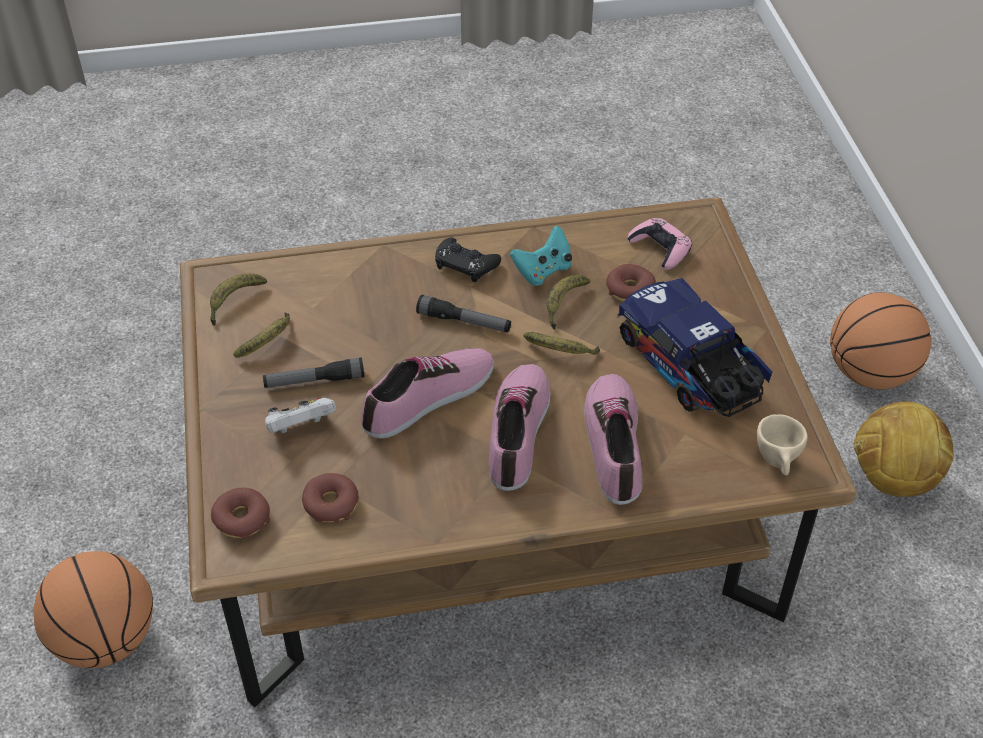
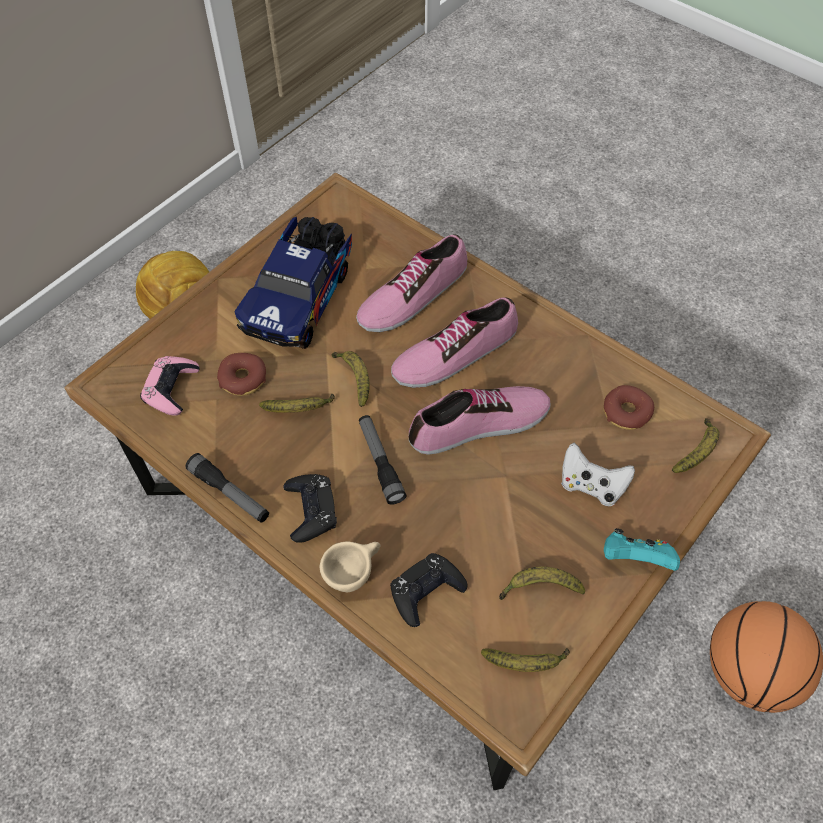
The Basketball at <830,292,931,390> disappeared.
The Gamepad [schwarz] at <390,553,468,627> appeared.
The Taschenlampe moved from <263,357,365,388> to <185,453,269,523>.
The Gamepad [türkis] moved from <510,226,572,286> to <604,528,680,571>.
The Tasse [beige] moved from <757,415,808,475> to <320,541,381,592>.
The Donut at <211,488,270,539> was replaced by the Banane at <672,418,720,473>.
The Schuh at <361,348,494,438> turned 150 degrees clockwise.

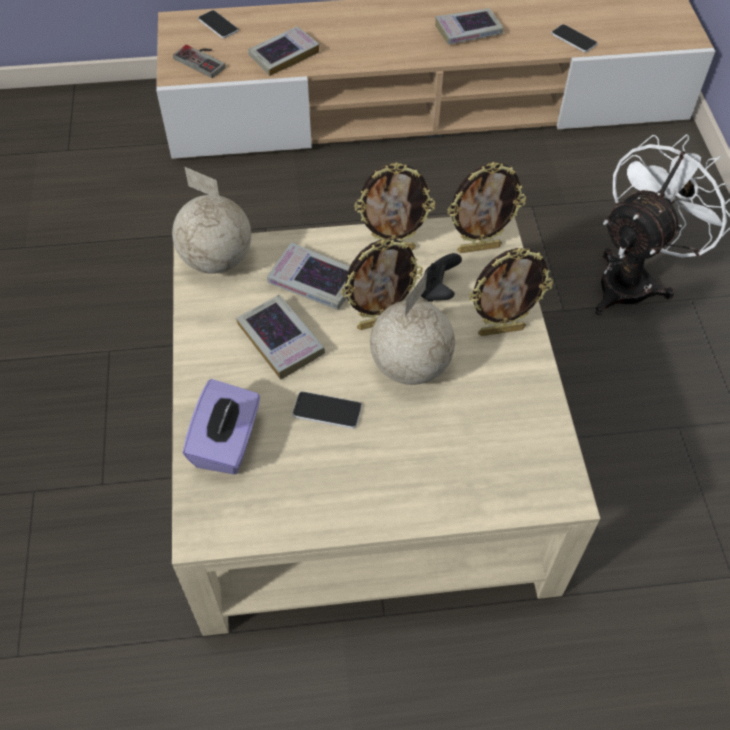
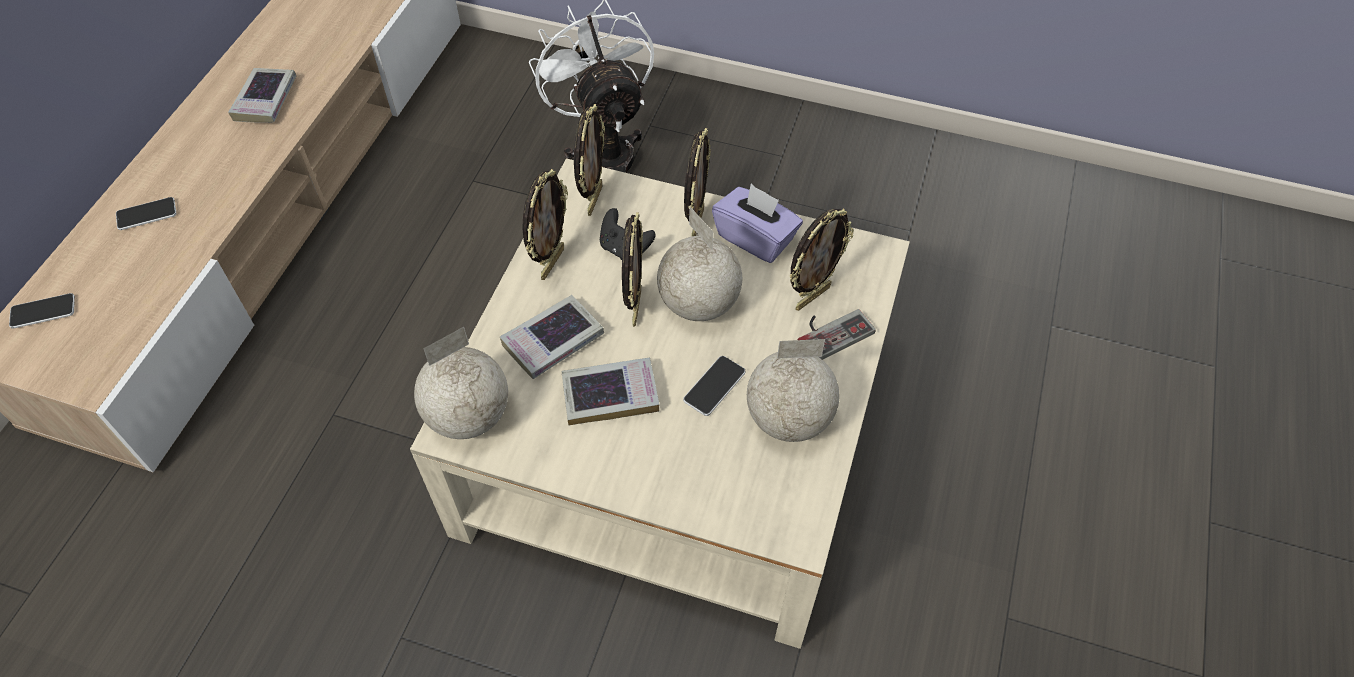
The Buch at <248,27,319,76> disappeared.
The Globus at <747,339,839,442> appeared.
The Bilderrahmen at <789,209,854,311> appeared.
The Gamepad moved from <173,45,226,78> to <798,309,876,360>.
The Taschentuchbox [lila] moved from <183,379,260,474> to <712,184,803,263>.
The Handy moved from <551,24,597,53> to <116,197,176,230>.

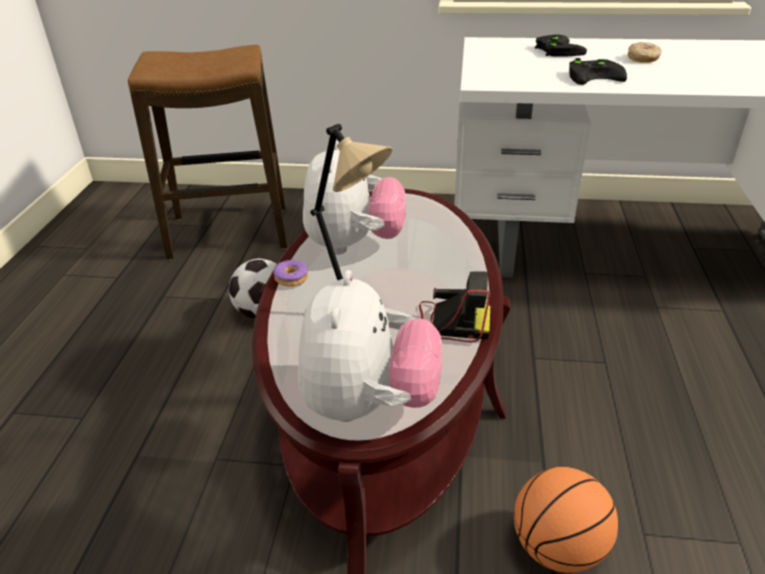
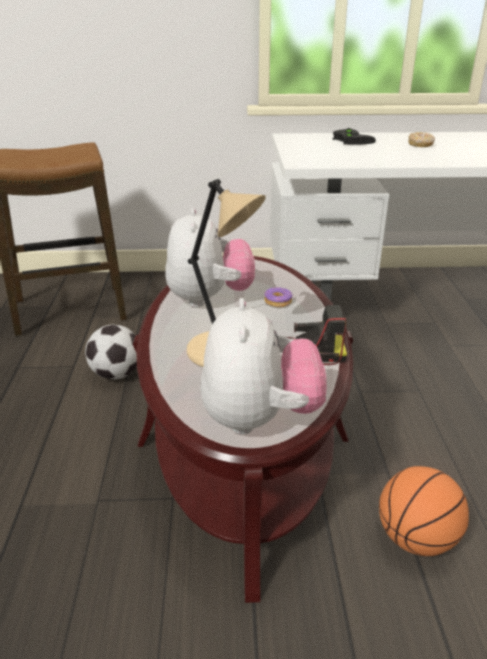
The Gamepad [schwarz] at <569,58,627,85> disappeared.
The Donut moved from <273,260,308,287> to <264,287,293,307>.

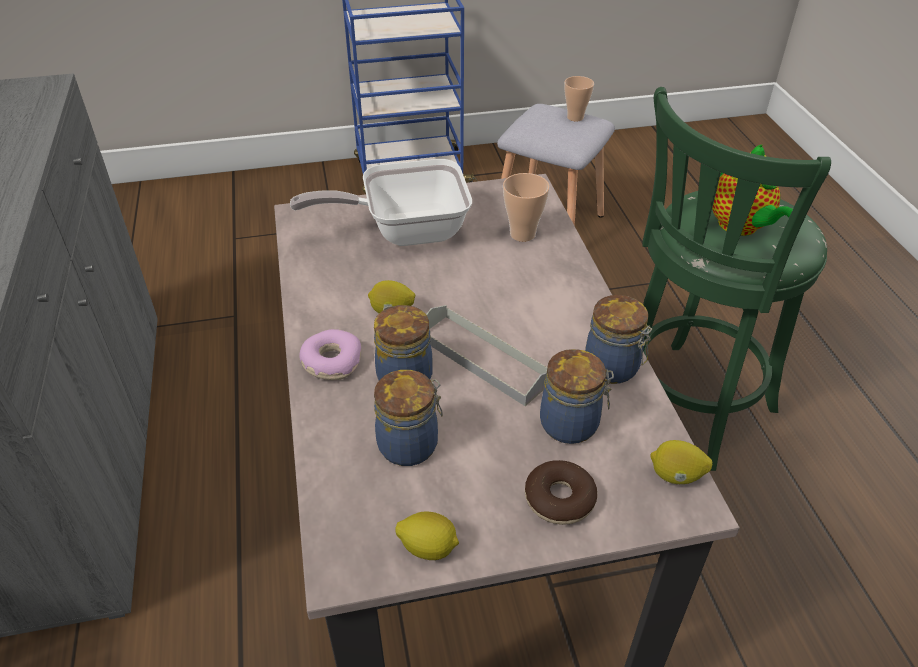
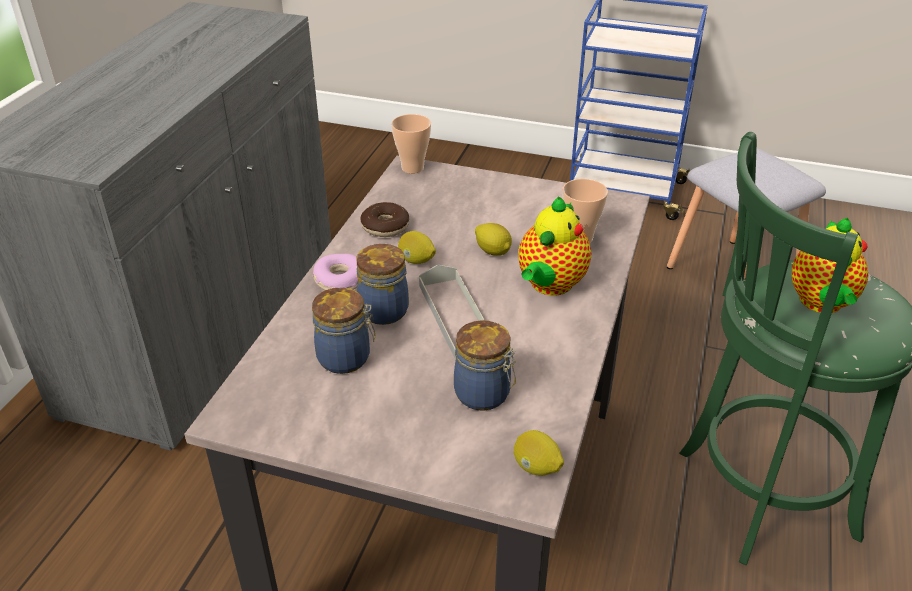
The Pfanne at <290,159,472,246> disappeared.
The Vorratsglas at <585,295,652,384> disappeared.
The Teekanne at <518,196,591,295> appeared.
The Zitrone moved from <396,512,459,560> to <475,223,512,256>.
The Donut moved from <525,460,597,525> to <360,202,409,237>.
The Tasse moved from <564,76,594,121> to <391,114,431,174>.

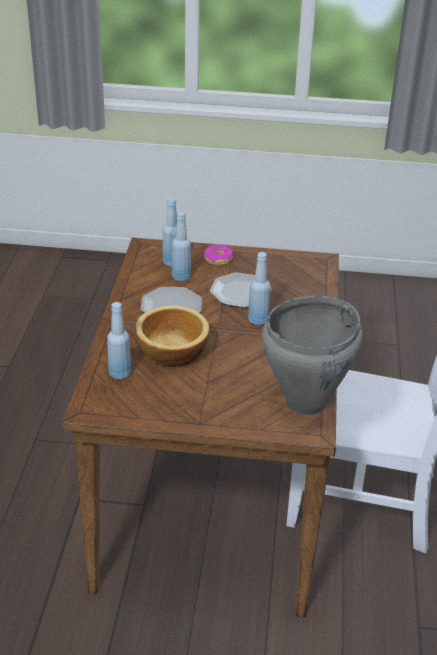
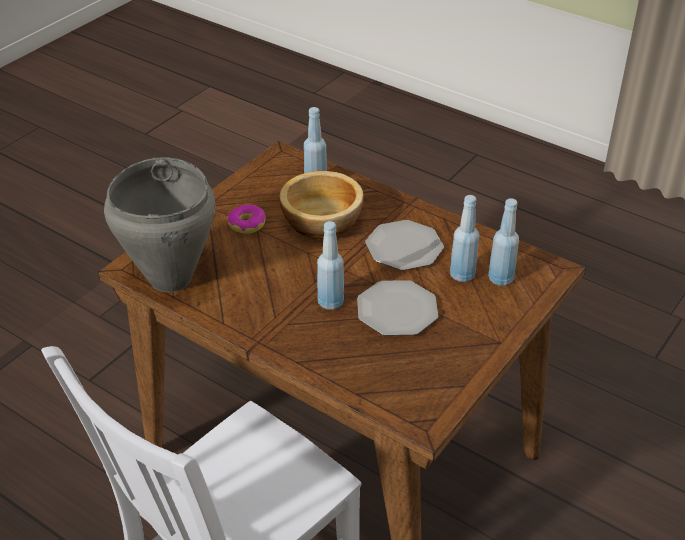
The Donut moved from <204,245,233,265> to <228,205,265,234>.

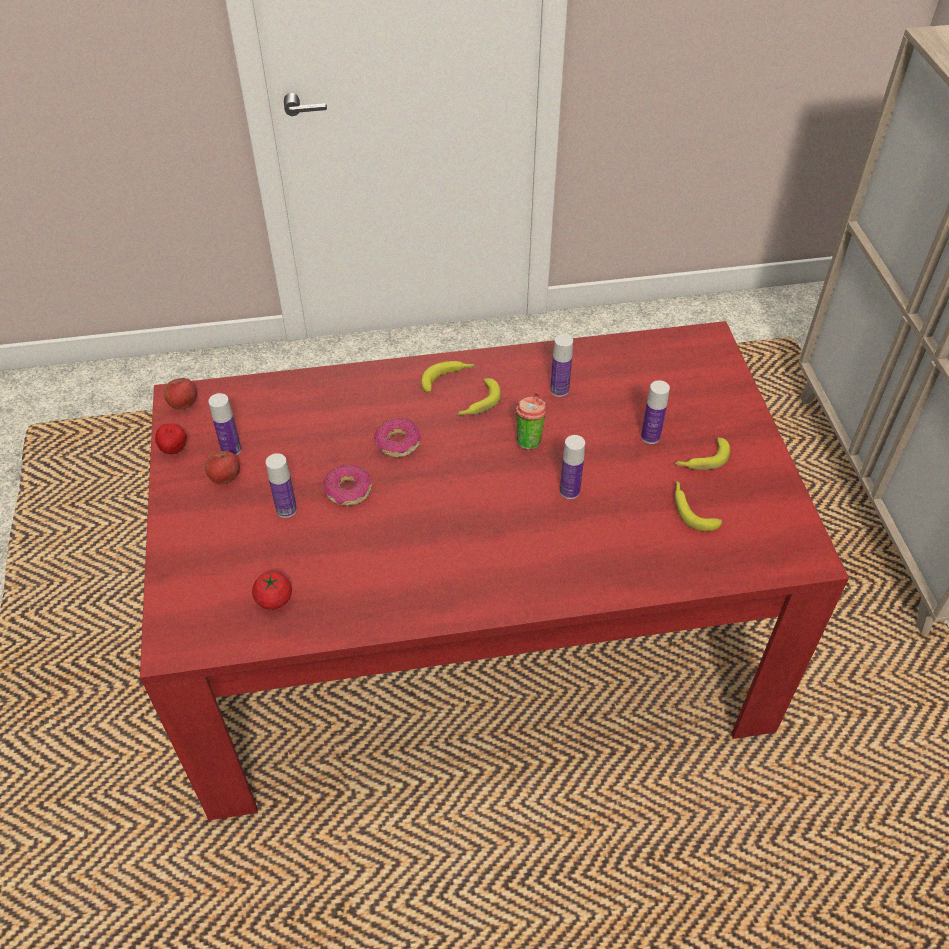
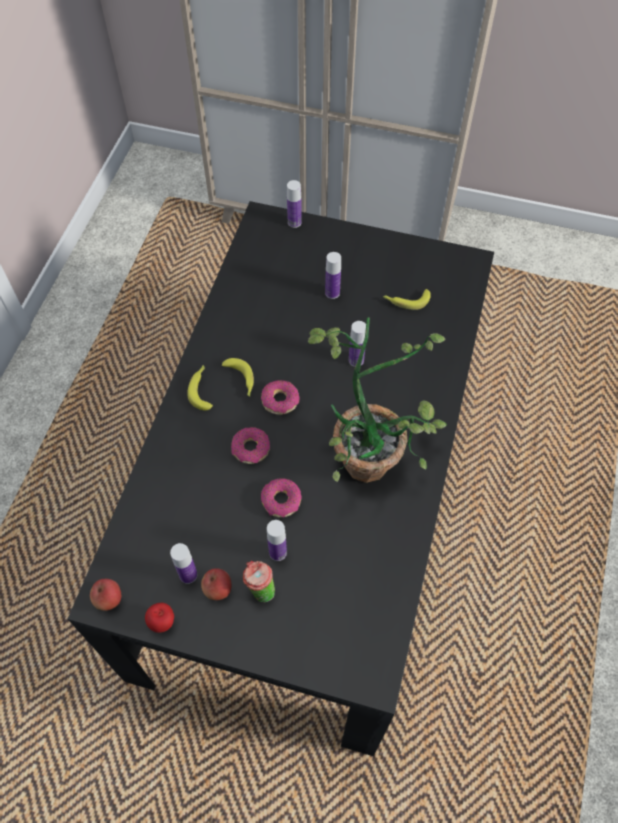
The Tomate at <252,571,292,610> disappeared.
The Banane at <675,437,730,470> disappeared.
The Donut at <261,380,300,415> appeared.
The Topfpflanze at <308,318,447,483> appeared.
The Tasse moved from <515,392,547,450> to <243,561,275,602>.
The Flasche moved from <550,334,573,397> to <287,180,302,228>.
The Esstisch [rot] at <140,321,849,820> became the Esstisch [schwarz] at <68,201,494,756>.

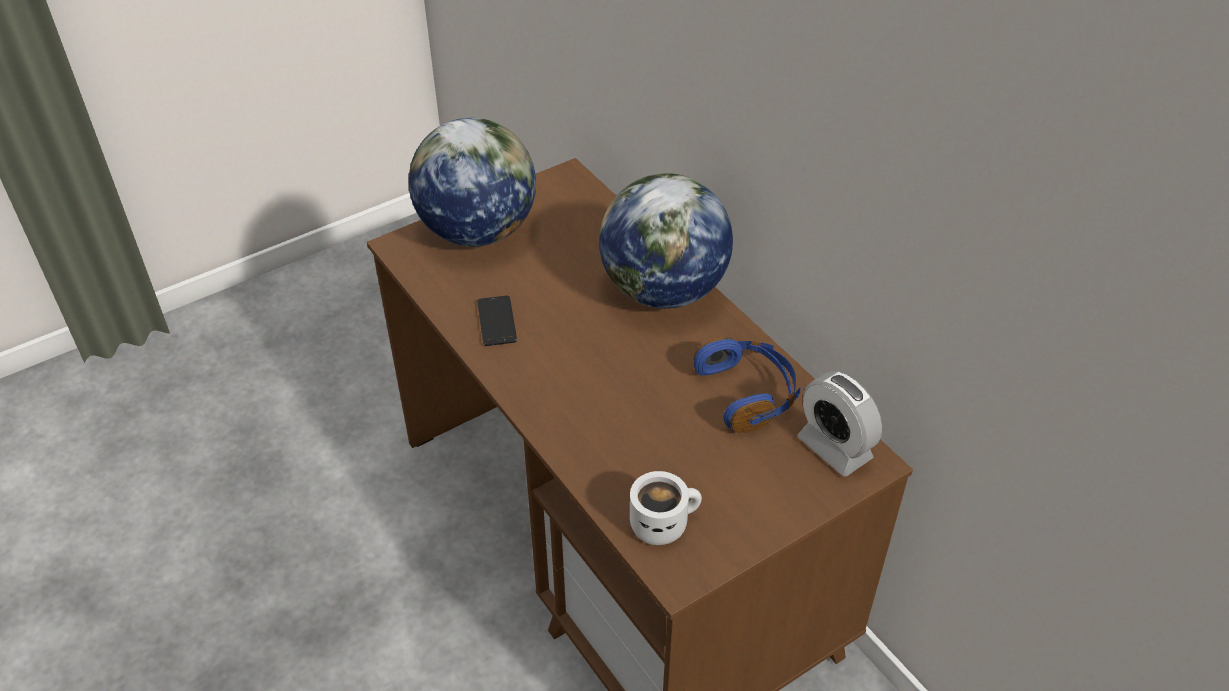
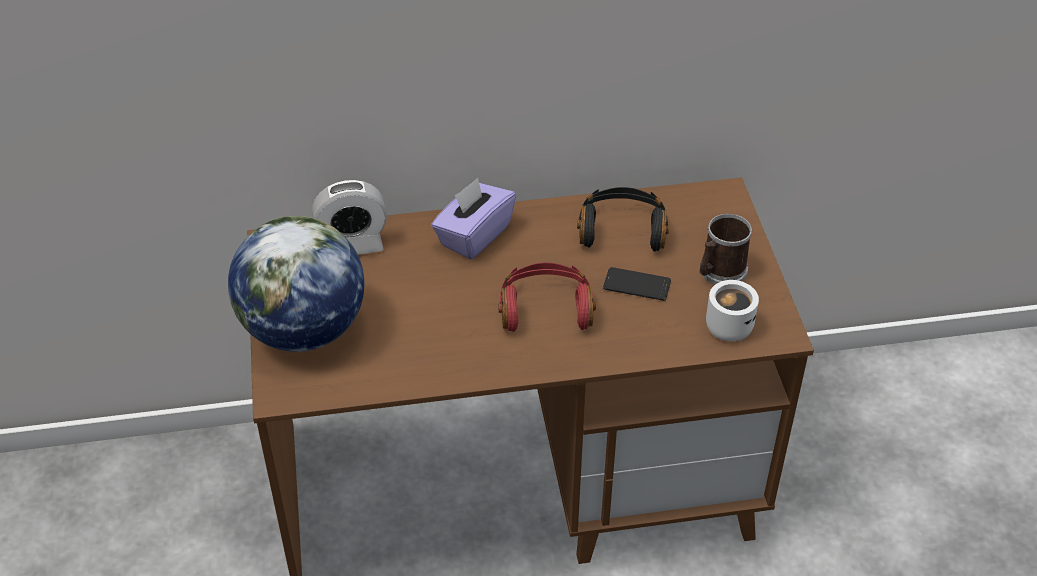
The Kopfhörer [rot] at <499,263,596,332> appeared.
The Henkelbecher at <700,214,752,285> appeared.
The Handy moved from <478,295,517,346> to <603,267,671,301>.
The Wecker moved from <798,371,882,476> to <312,180,387,255>.
The Globus at <599,173,733,309> was replaced by the Taschentuchbox [lila] at <431,178,516,260>.
The Kopfhörer [blau] at <694,337,801,433> became the Kopfhörer [schwarz] at <577,187,669,252>.

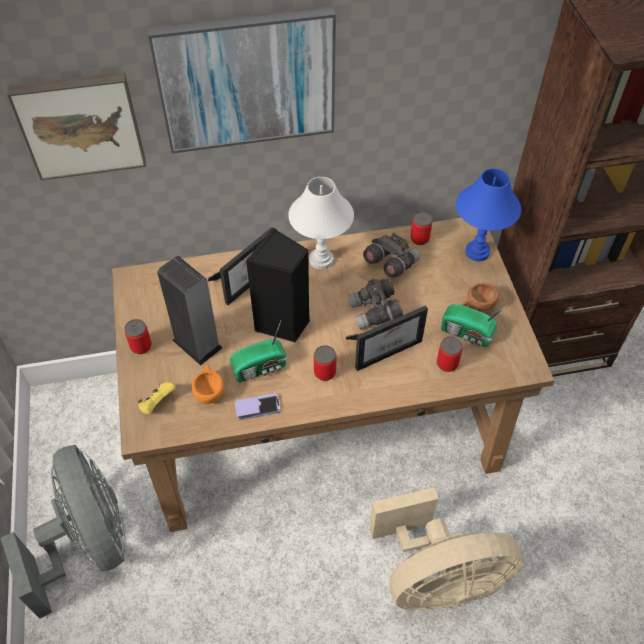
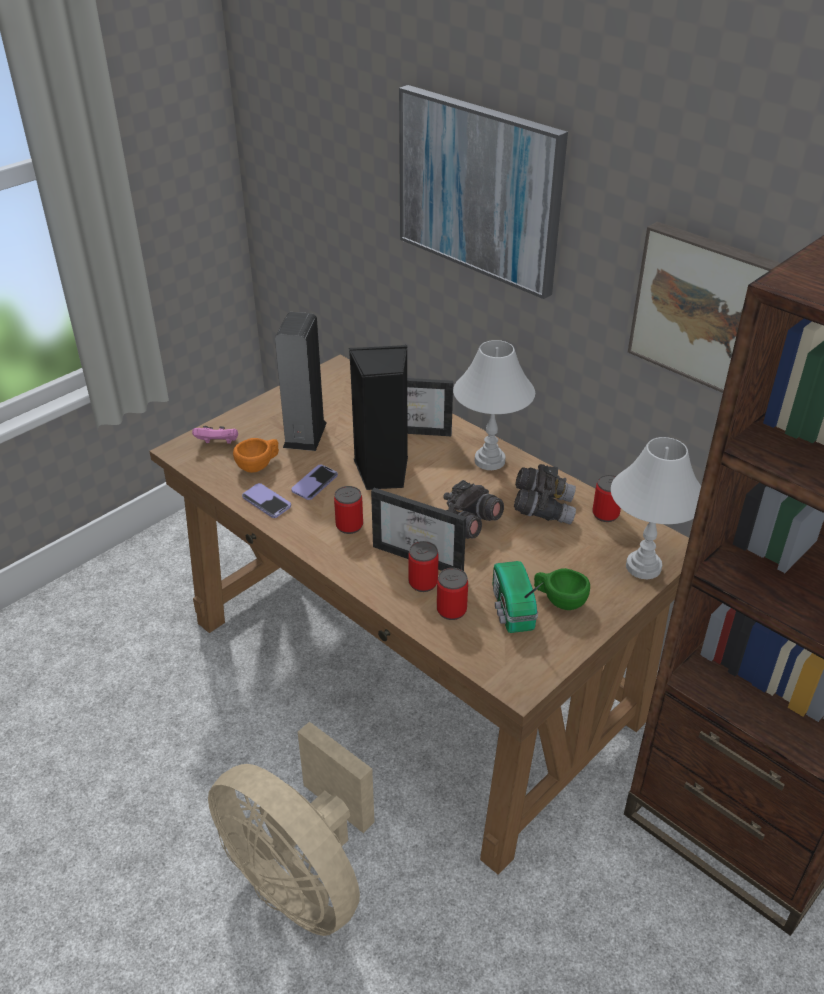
The Ventilator [grau] at <1,445,125,618> disappeared.
The Bild moved from <7,72,146,181> to <628,222,780,393>.
The Dose moved from <125,319,152,354> to <408,541,439,592>.
The Radio at <230,321,287,383> was replaced by the Handy at <291,464,338,500>.
The Gamepad [gelb] at <138,382,176,414> became the Gamepad [rosa] at <192,426,238,444>.
The Tischlampe [blau] at <456,168,521,261> became the Tischlampe [weiß] at <611,437,701,579>.
The Tasse [braun] at <461,282,499,312> became the Tasse [grün] at <534,568,590,610>.

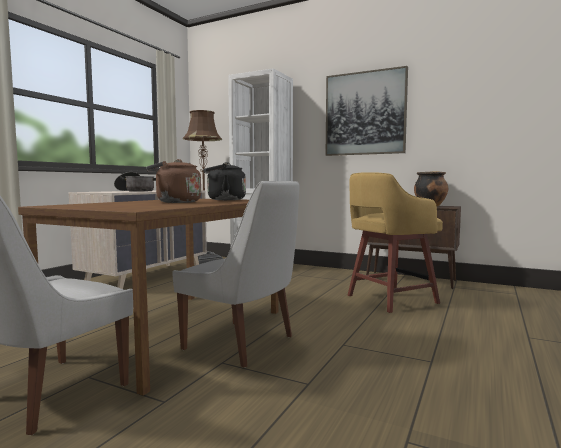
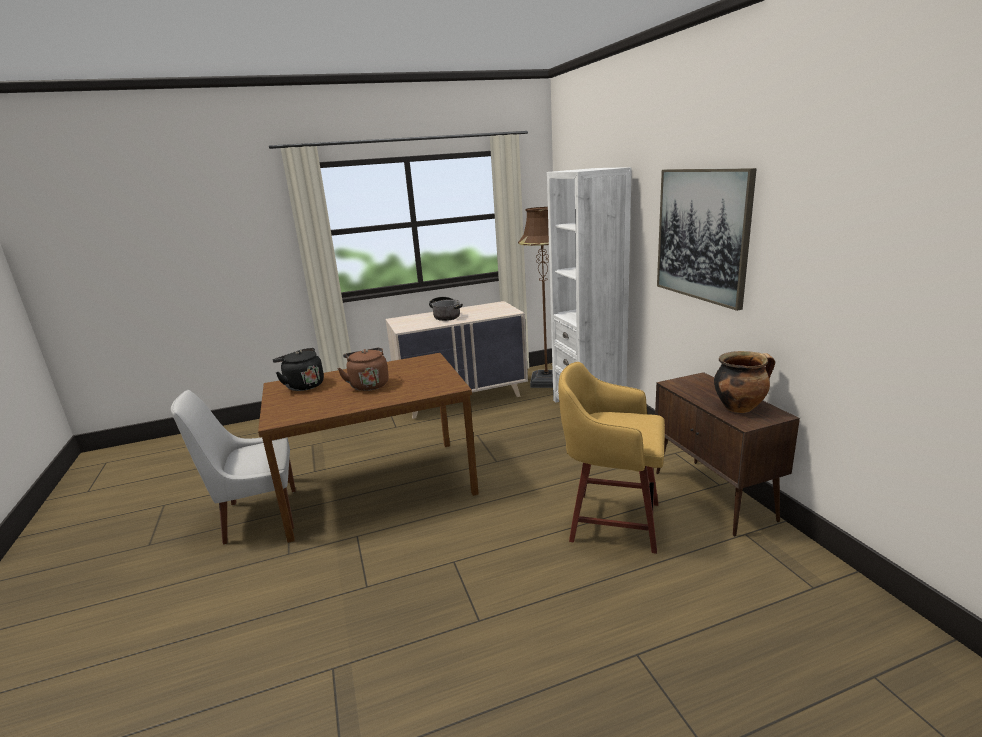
The Stuhl [weiß] at <173,181,299,368> disappeared.
The Wasserkessel [schwarz] moved from <203,162,246,200> to <273,348,324,391>.

